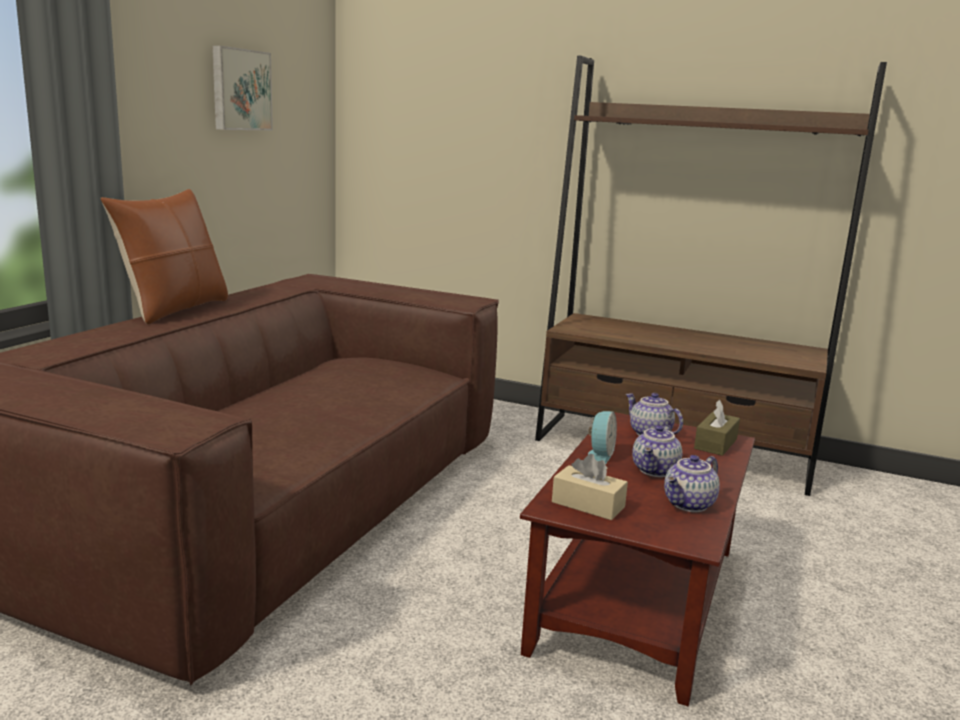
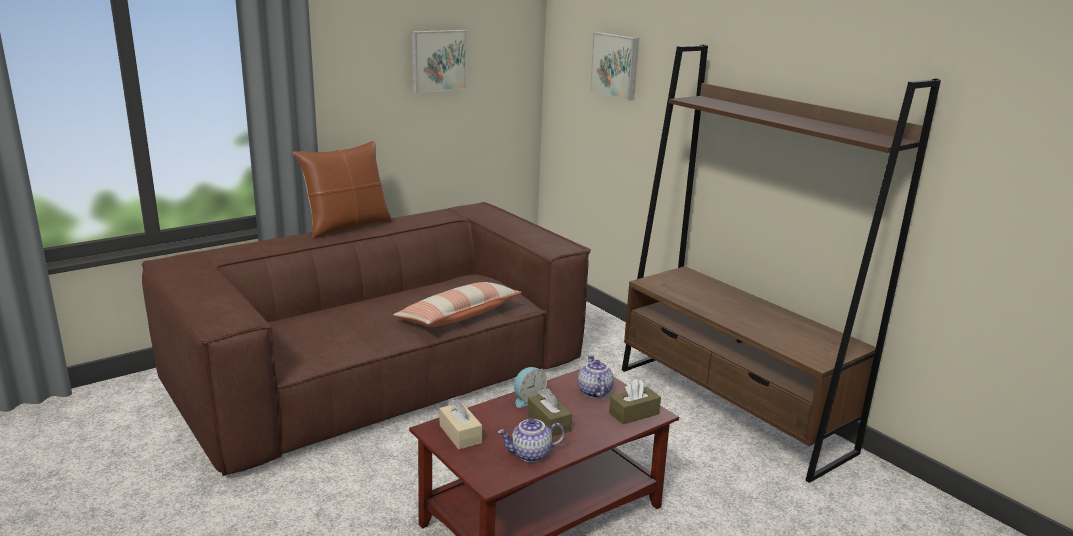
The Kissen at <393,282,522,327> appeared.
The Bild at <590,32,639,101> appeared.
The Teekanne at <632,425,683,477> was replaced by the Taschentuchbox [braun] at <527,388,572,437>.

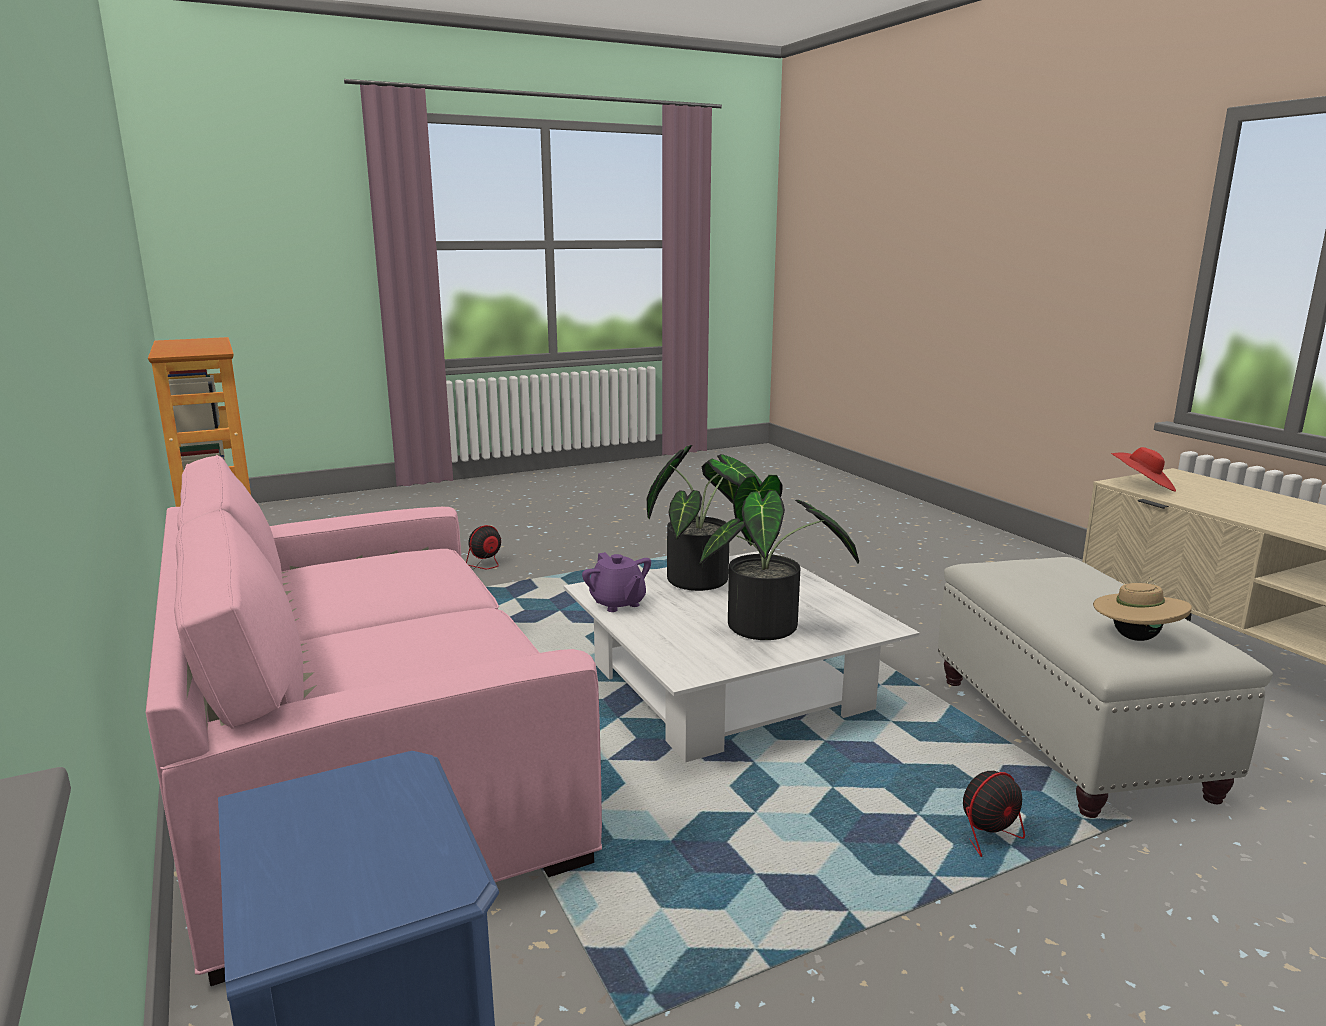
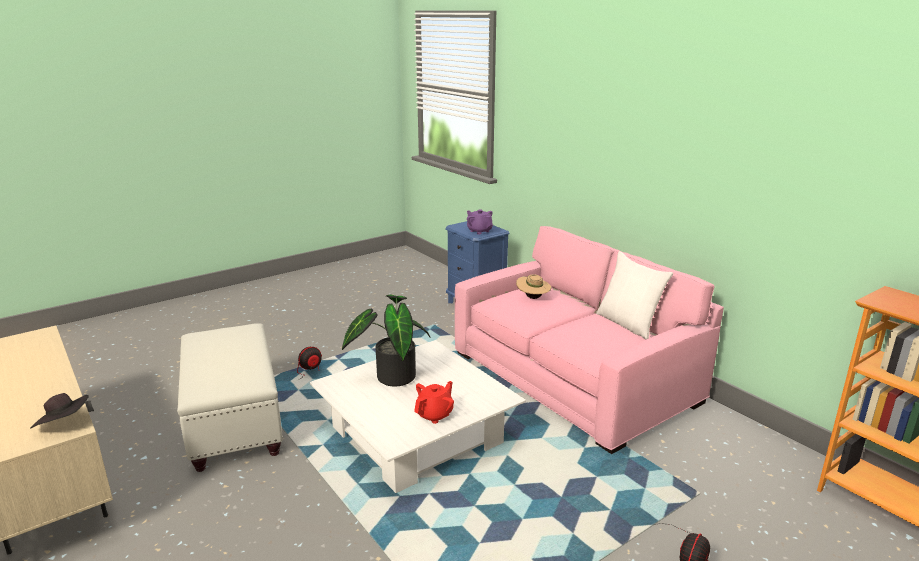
The Kissen [weiß] at <596,251,673,340> appeared.
The Teekanne [lila] moved from <582,552,651,612> to <467,210,493,235>.
The Hut [beige] moved from <1093,577,1192,641> to <516,274,551,299>.
The Topfpflanze at <647,445,762,591> was replaced by the Teekanne [rot] at <414,381,454,424>.
The Hut [rot] at <1111,447,1176,492> became the Hut [schwarz] at <30,393,89,428>.

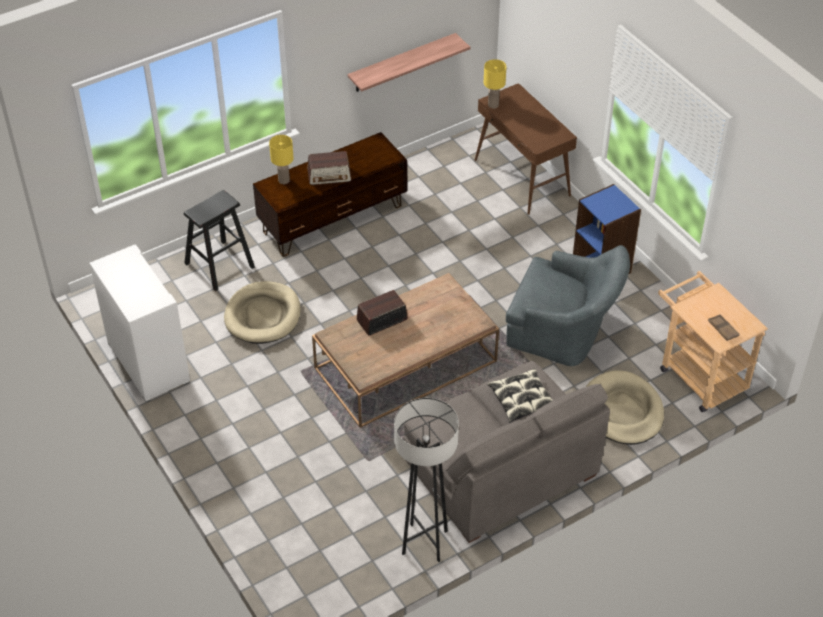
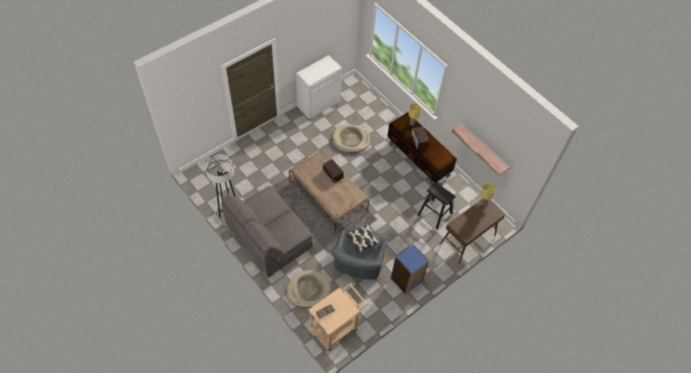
The Hocker [schwarz] moved from <184,190,255,291> to <418,182,455,229>.
The Kissen moved from <487,368,553,423> to <346,224,380,254>.

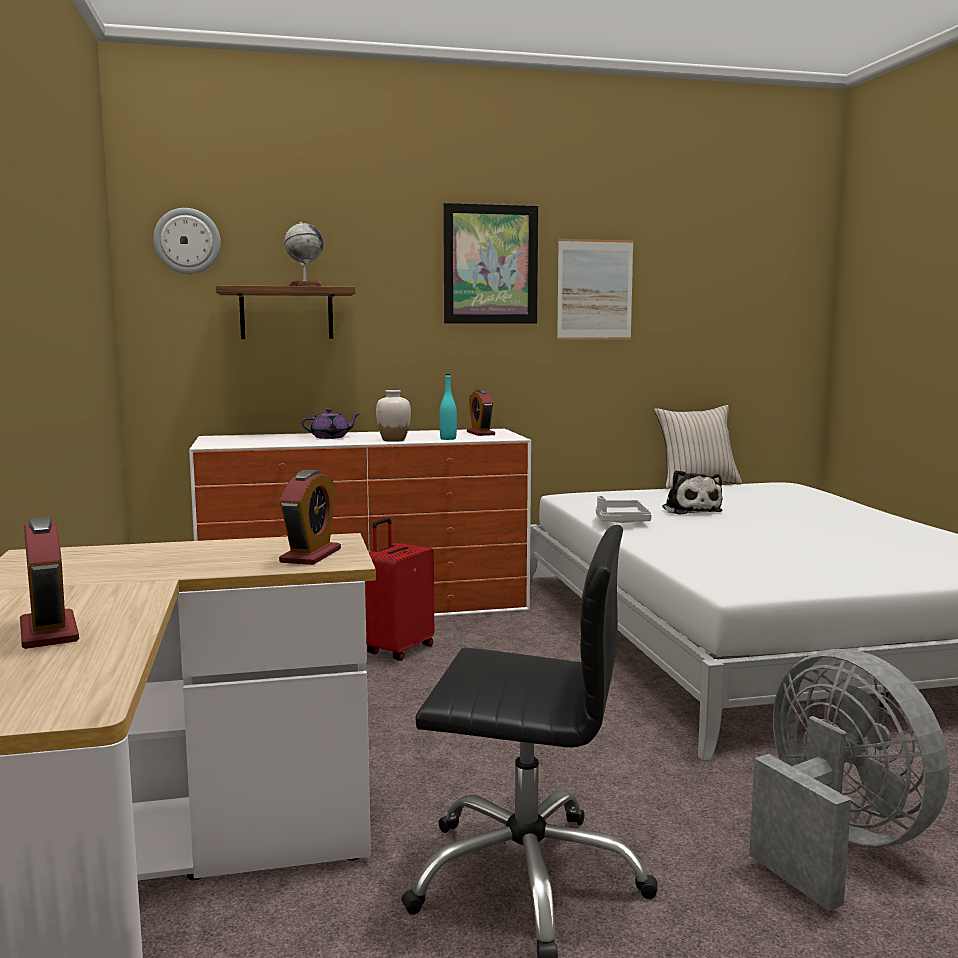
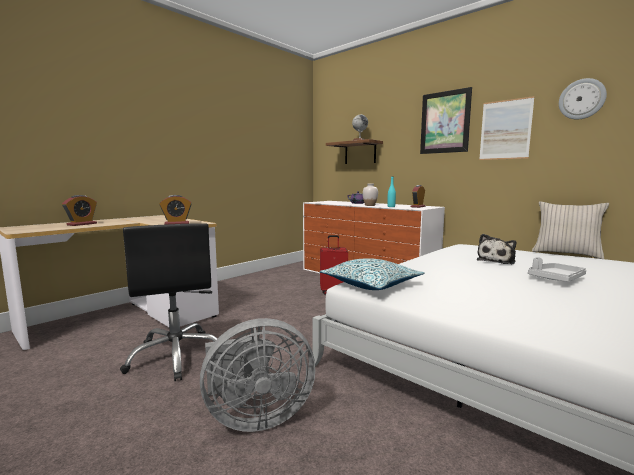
The Kissen at <320,258,425,290> appeared.
The Wanduhr moved from <153,208,221,274> to <559,78,607,120>.
The Tablett [grau] moved from <596,496,652,523> to <528,257,586,282>.
The Ventilator [grau] at <749,649,950,911> turned 45 degrees clockwise.

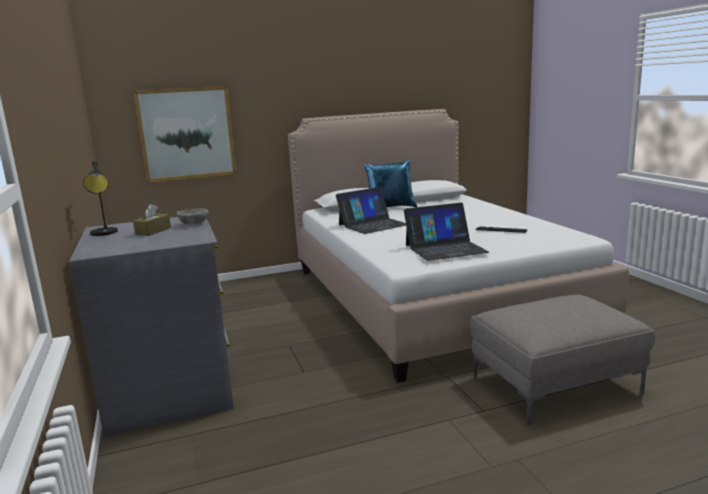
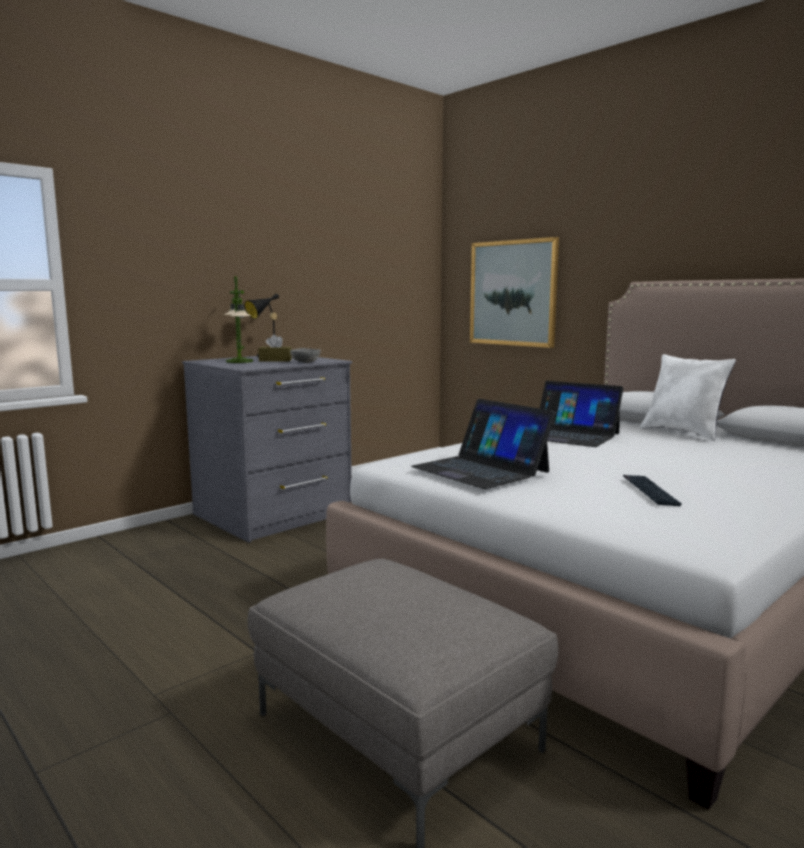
The Tischlampe at <223,275,253,363> appeared.
The Kissen [blau] at <364,160,417,207> became the Kissen [weiß] at <640,354,736,441>.

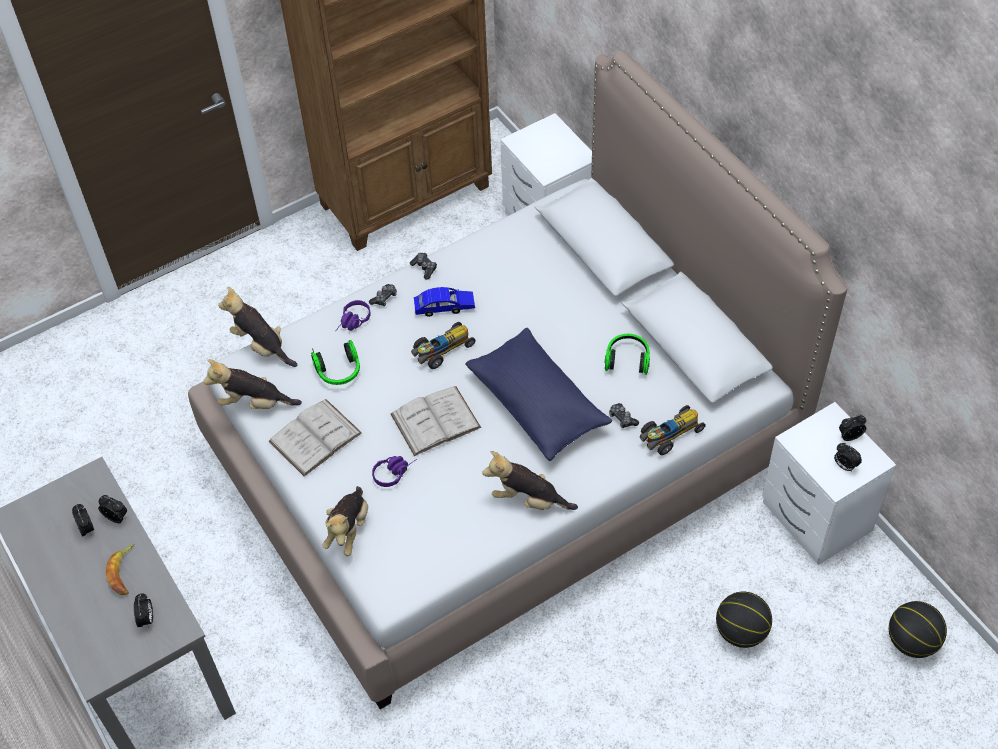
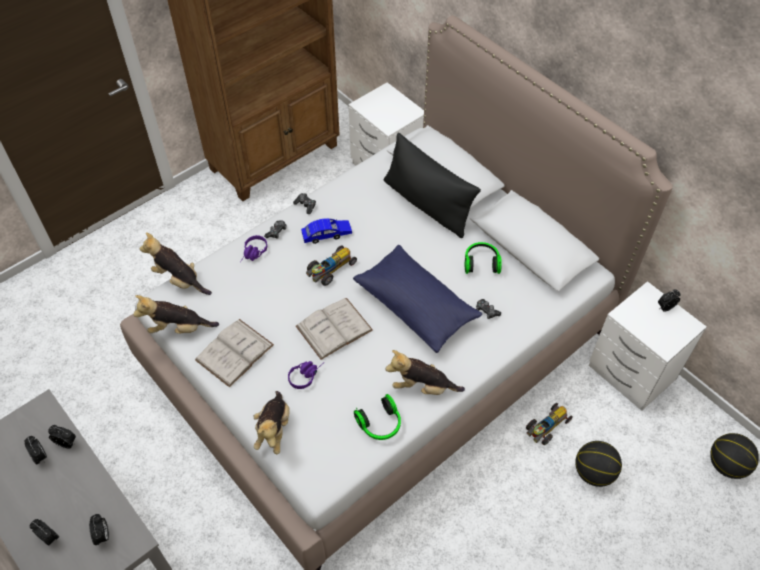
The Banane at <106,544,135,595> disappeared.
The Kissen [schwarz] at <384,133,481,238> appeared.
The Kopfhörer moved from <311,340,360,385> to <354,394,401,440>.
The Spielzeugauto moved from <640,405,706,455> to <526,403,573,445>.
The Wecker moved from <834,443,862,472> to <30,519,59,546>.

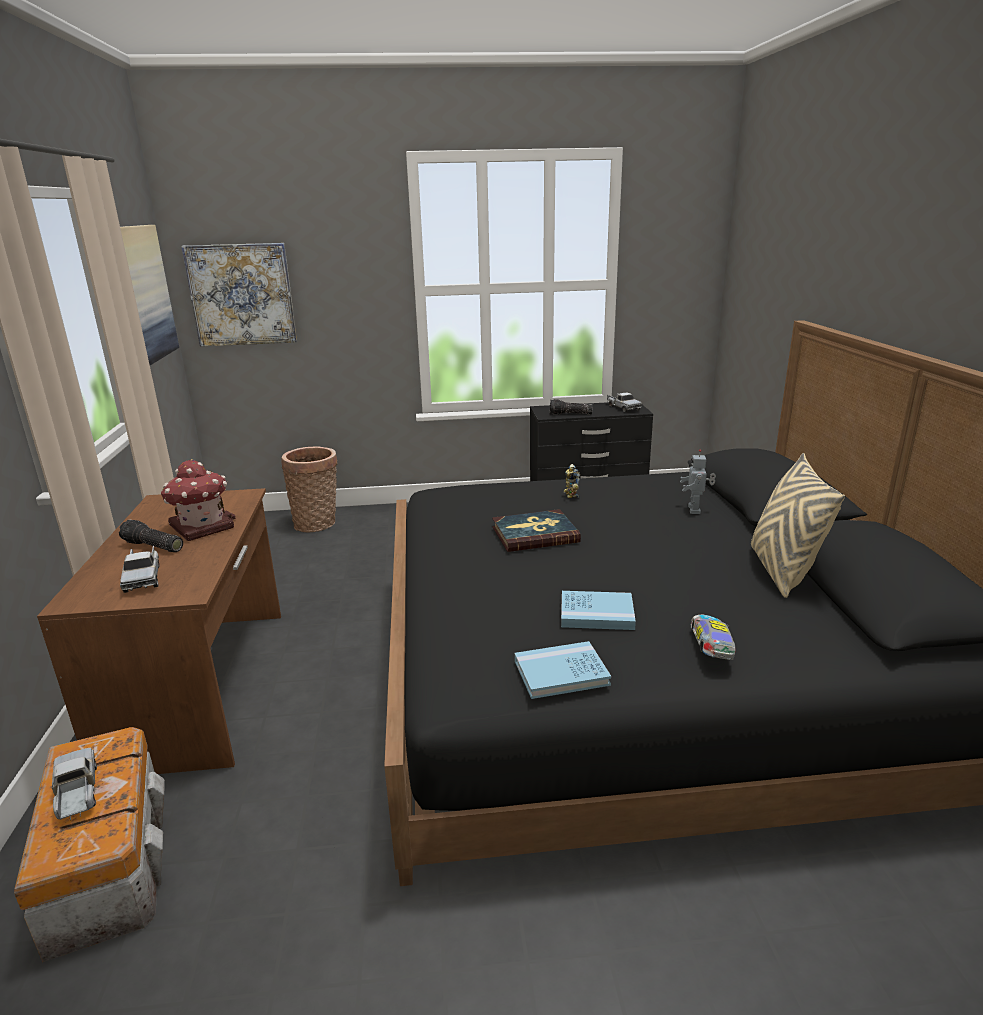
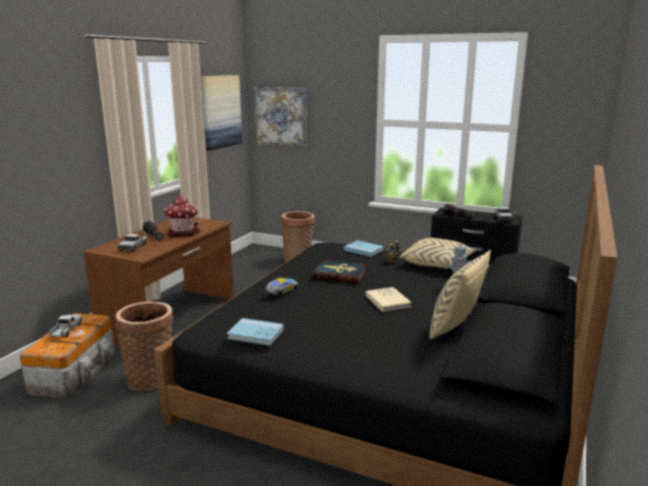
The Korb at <116,301,174,391> appeared.
The Buch [beige] at <366,287,412,312> appeared.
The Kissen [beige] at <400,238,477,269> appeared.
The Buch [blau] moved from <561,591,636,630> to <344,240,384,257>.
The Spielzeugauto moved from <691,614,736,660> to <265,278,298,295>.

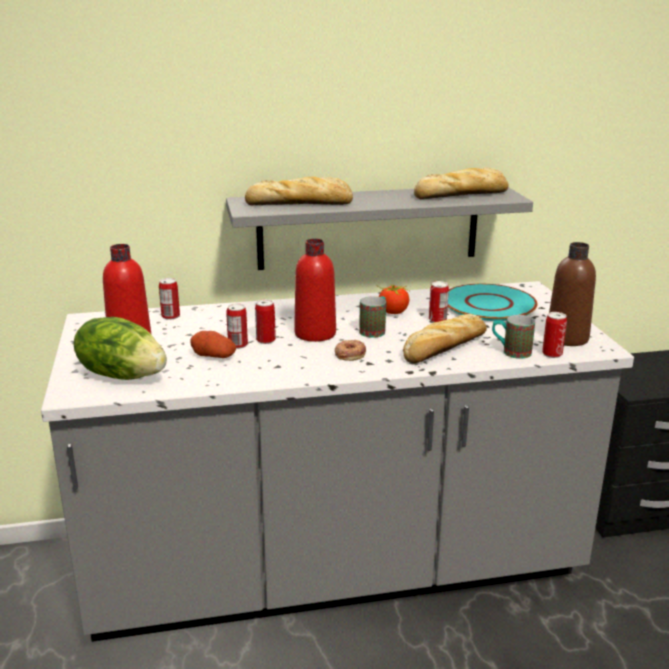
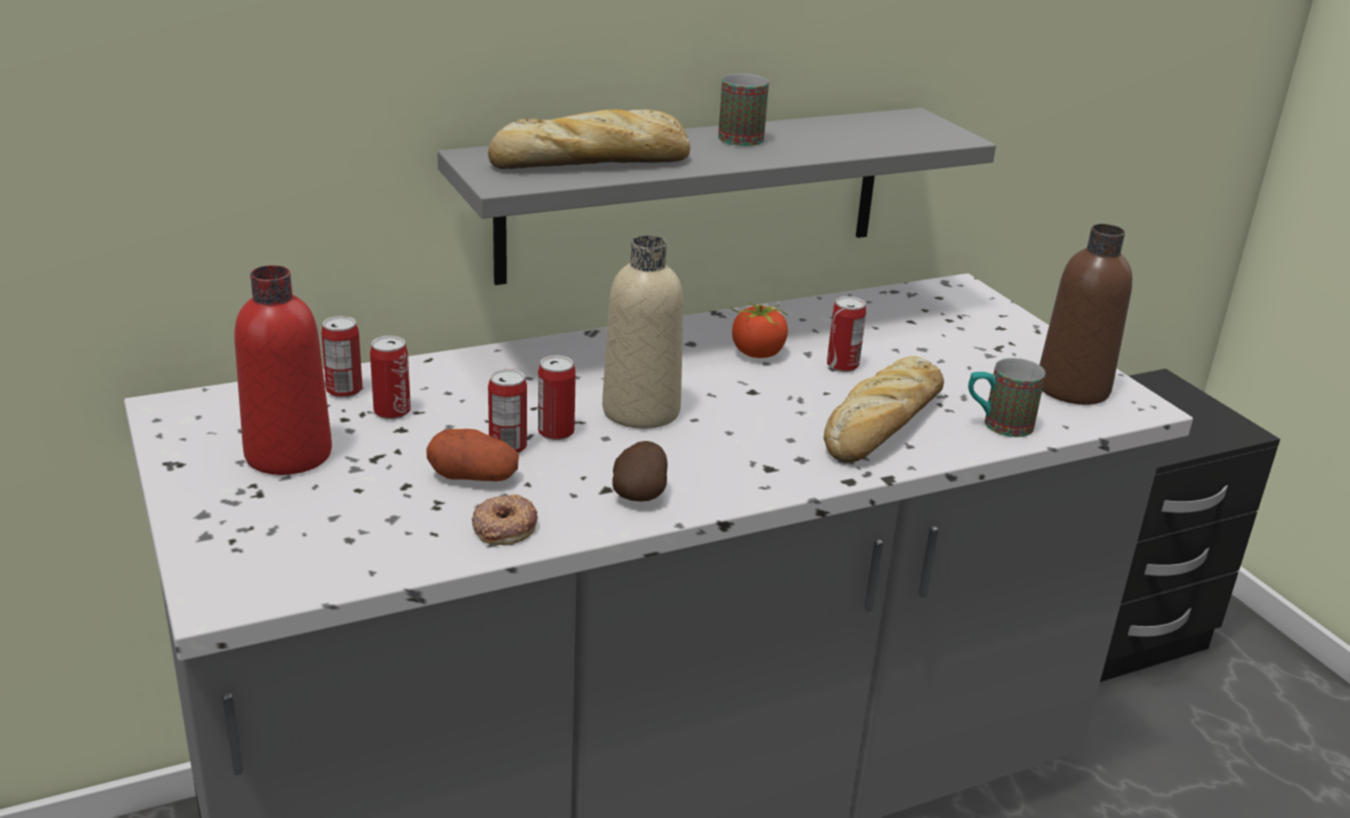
The Salatkopf at <73,317,167,380> disappeared.
The Brot at <414,168,509,199> disappeared.
The Teller [türkis] at <448,284,538,321> disappeared.
The Kartoffel at <612,441,668,502> appeared.
The Donut moved from <335,340,366,361> to <472,494,538,545>.
The Henkelbecher moved from <359,296,386,338> to <718,73,769,146>.
The Dose moved from <542,312,567,358> to <370,336,411,420>.
The Flasche [rot] at <294,239,336,342> became the Flasche [beige] at <602,235,683,429>.

